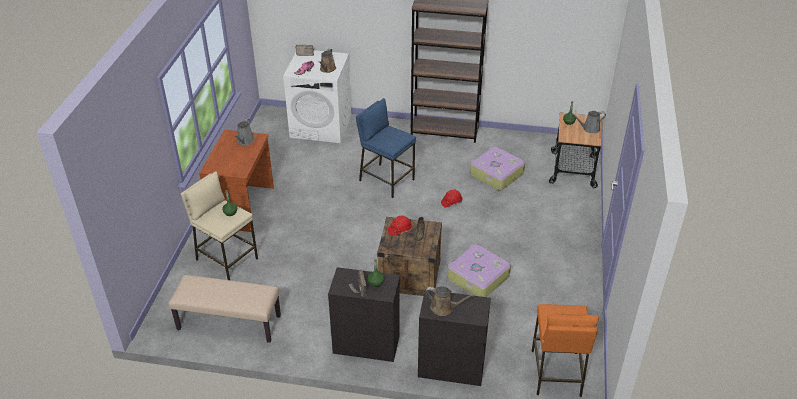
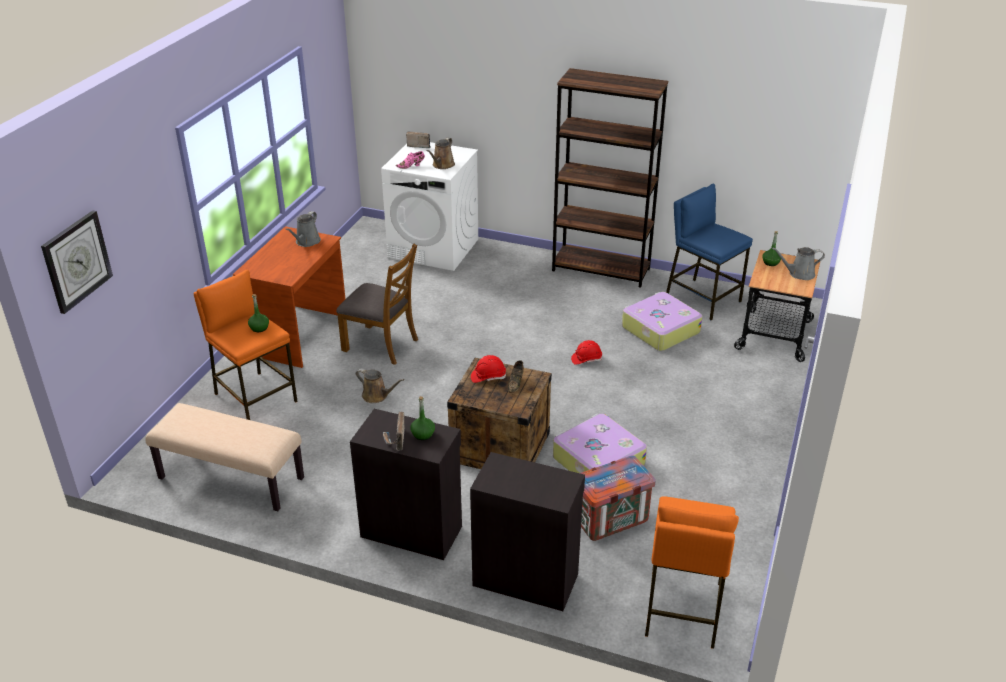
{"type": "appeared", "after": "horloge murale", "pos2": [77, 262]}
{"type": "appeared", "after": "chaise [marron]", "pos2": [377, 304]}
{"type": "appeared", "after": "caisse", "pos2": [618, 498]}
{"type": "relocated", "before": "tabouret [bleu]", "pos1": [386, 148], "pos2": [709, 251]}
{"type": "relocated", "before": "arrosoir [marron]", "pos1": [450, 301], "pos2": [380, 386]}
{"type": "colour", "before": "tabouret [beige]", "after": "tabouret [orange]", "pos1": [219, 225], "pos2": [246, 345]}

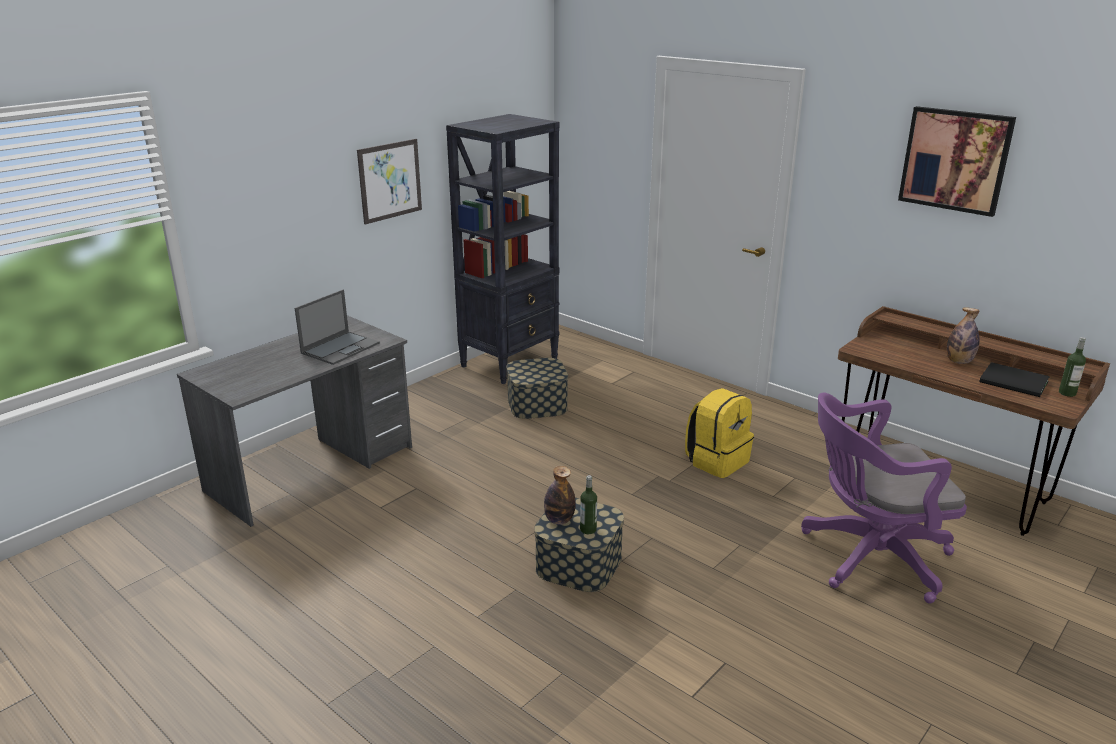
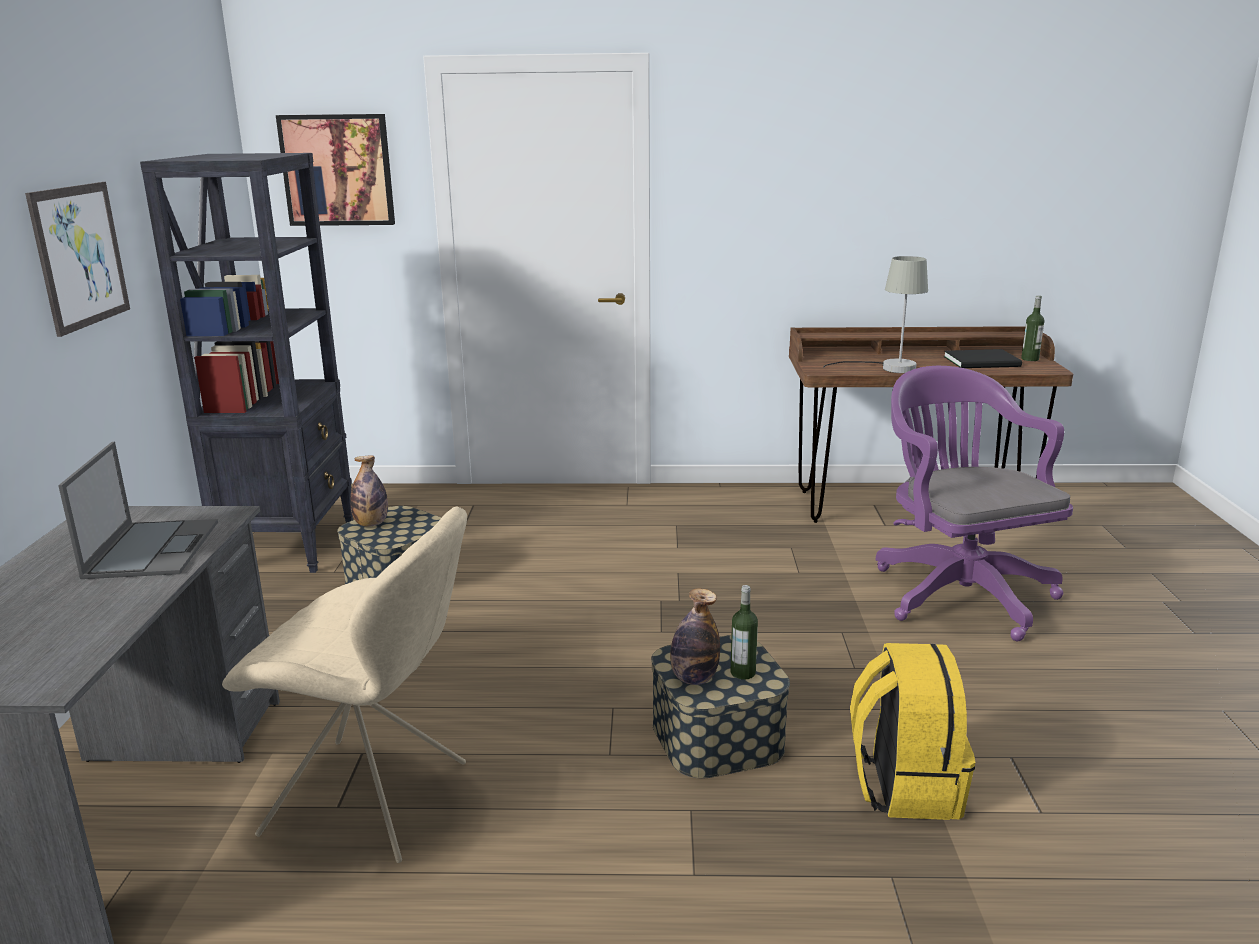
{"type": "appeared", "after": "chaise [beige]", "pos2": [344, 685]}
{"type": "appeared", "after": "lampe de table [gris]", "pos2": [875, 314]}
{"type": "relocated", "before": "sac à dos [jaune]", "pos1": [719, 433], "pos2": [912, 731]}
{"type": "relocated", "before": "tableau", "pos1": [957, 161], "pos2": [335, 170]}
{"type": "relocated", "before": "bouteille", "pos1": [963, 335], "pos2": [369, 491]}
{"type": "spun", "before": "chaise de bureau [violet]", "pos1": [884, 498], "pos2": [974, 503], "turn": 120}

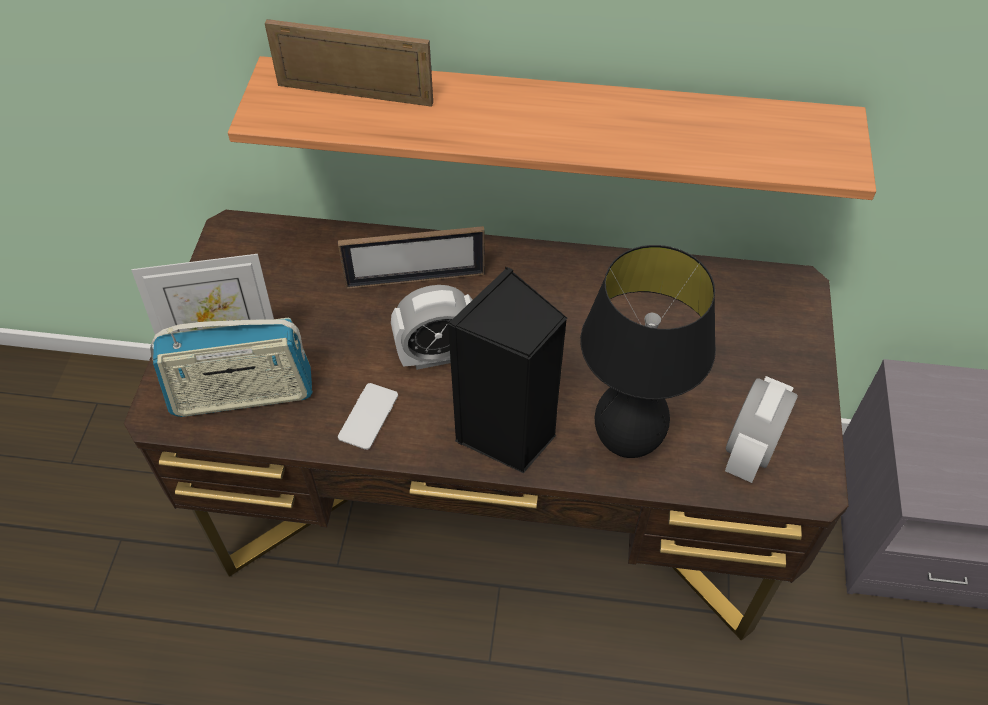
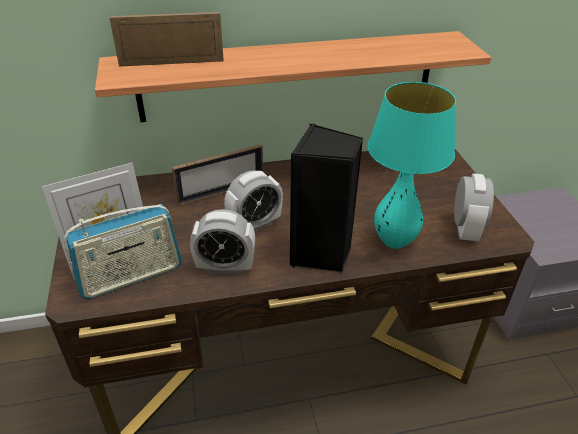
{"type": "exchanged", "before": "téléphone", "after": "réveil", "pos1": [368, 416], "pos2": [222, 241]}
{"type": "colour", "before": "lampe de table [noir]", "after": "lampe de table [turquoise]", "pos1": [648, 351], "pos2": [411, 165]}

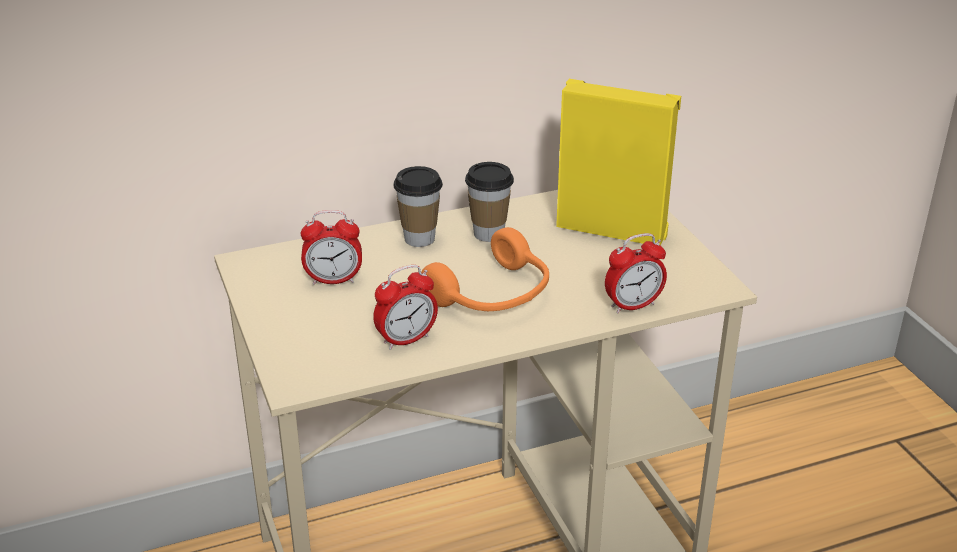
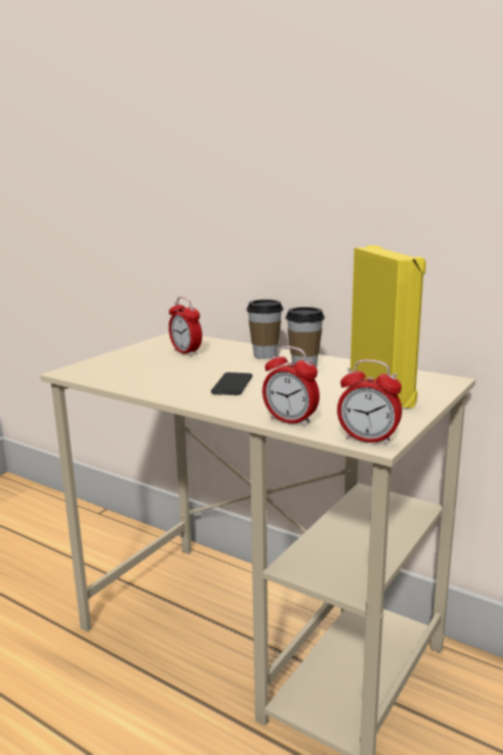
{"type": "relocated", "before": "réveil", "pos1": [405, 307], "pos2": [369, 402]}
{"type": "exchanged", "before": "casque audio [orange]", "after": "téléphone", "pos1": [485, 269], "pos2": [232, 383]}

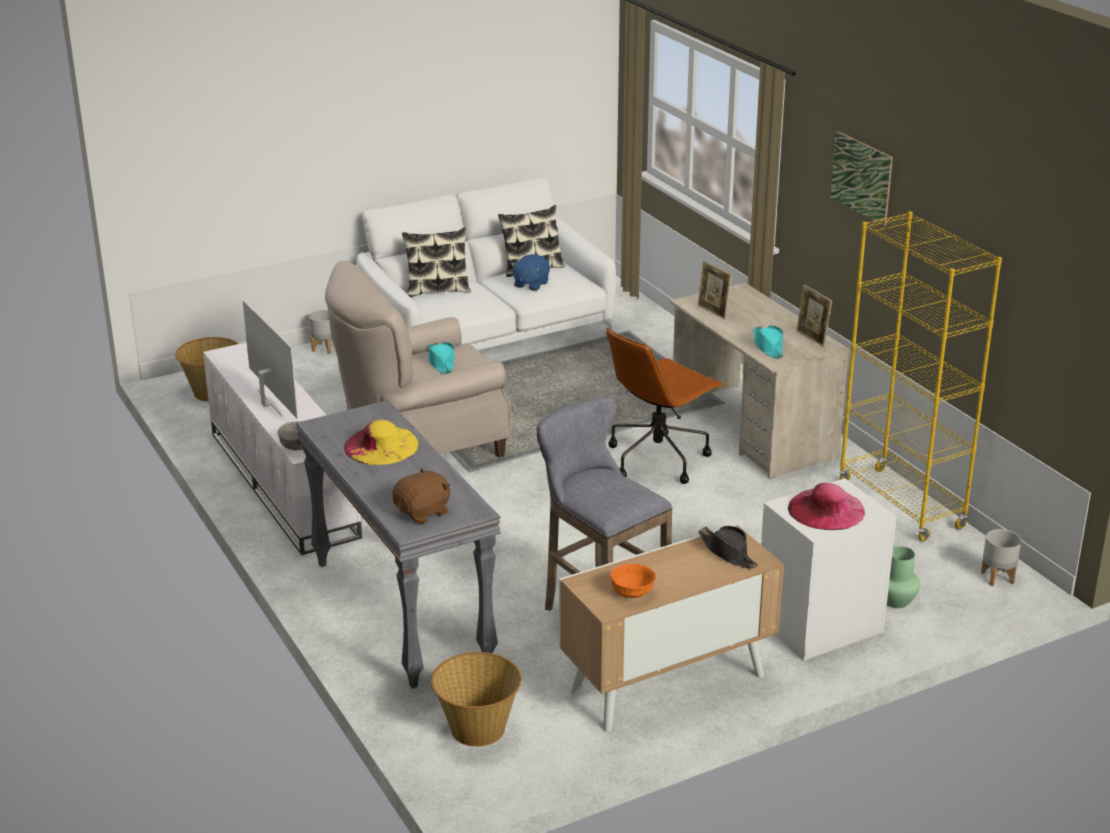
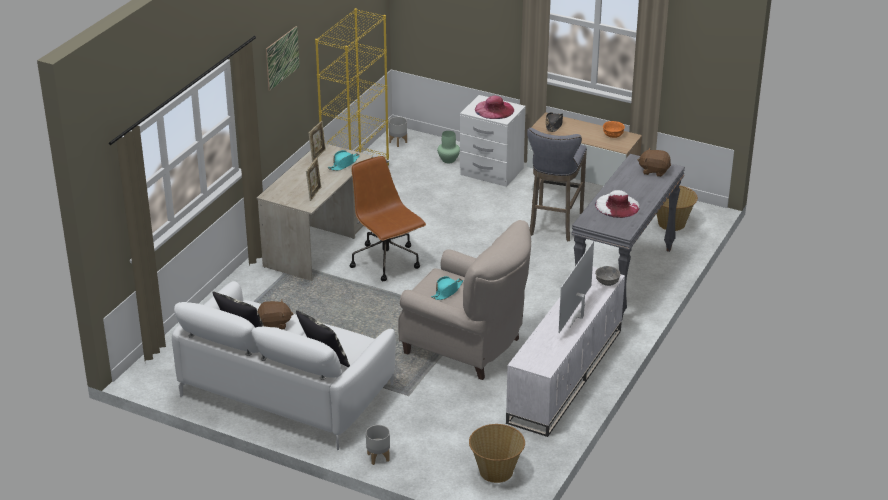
{"type": "colour", "before": "chapeau [jaune]", "after": "chapeau [blanc]", "pos1": [381, 442], "pos2": [617, 204]}
{"type": "colour", "before": "peluche [bleu]", "after": "peluche [marron]", "pos1": [530, 272], "pos2": [275, 314]}
{"type": "spun", "before": "chaise de bureau [marron]", "pos1": [665, 406], "pos2": [388, 218], "turn": -135}

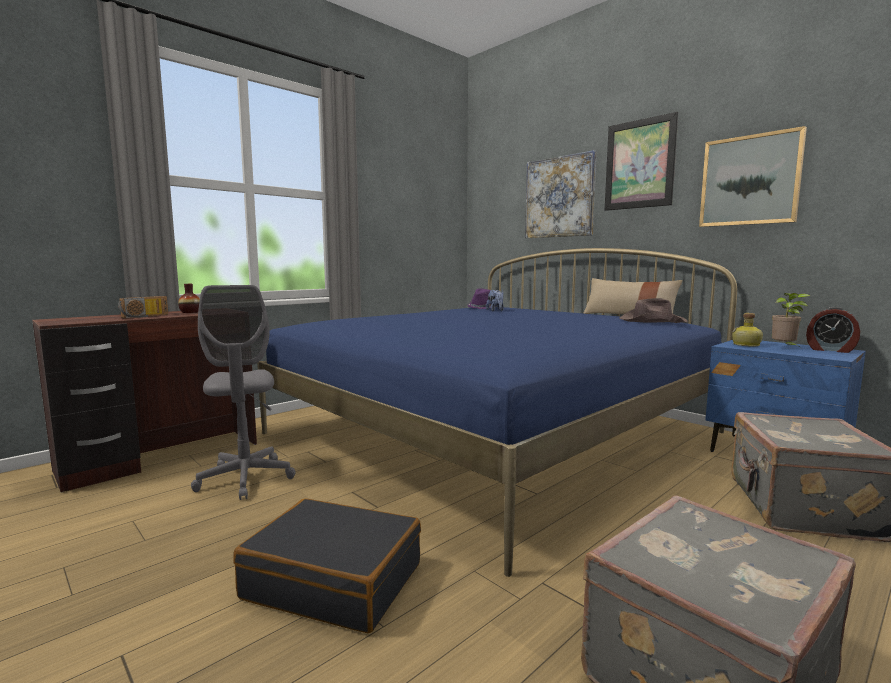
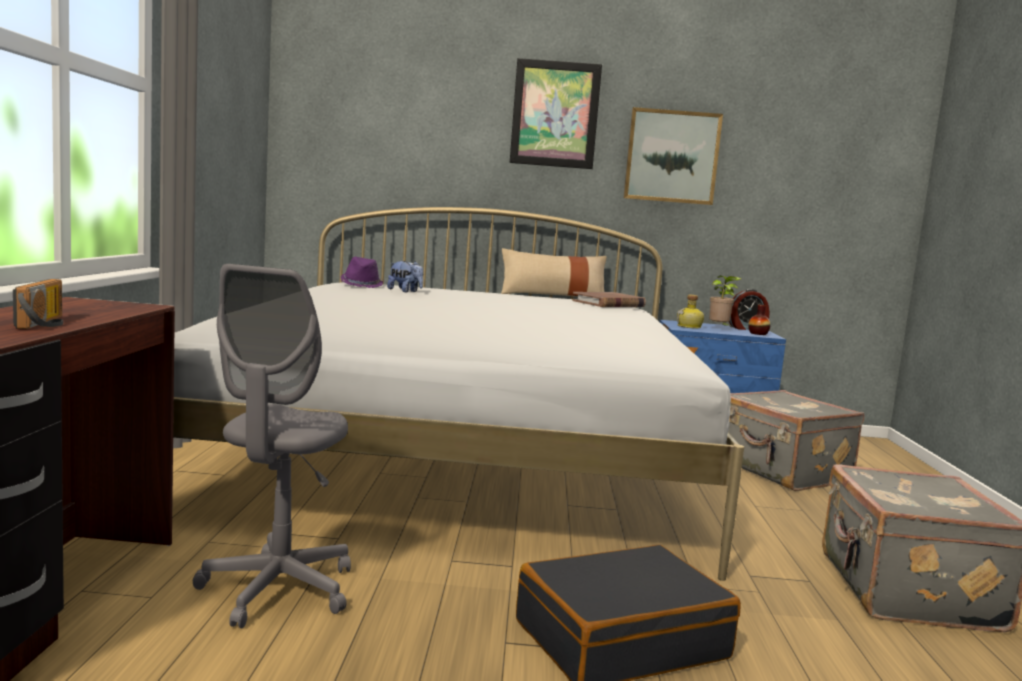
{"type": "missing", "before": "tableau", "pos1": [561, 194]}
{"type": "relocated", "before": "vase", "pos1": [189, 298], "pos2": [759, 320]}
{"type": "exchanged", "before": "chapeau [marron]", "after": "livre [marron]", "pos1": [653, 310], "pos2": [609, 299]}
{"type": "colour", "before": "lit [bleu]", "after": "lit [blanc]", "pos1": [497, 412], "pos2": [458, 394]}
{"type": "spun", "before": "chaise de bureau [gris]", "pos1": [243, 392], "pos2": [272, 446], "turn": 75}

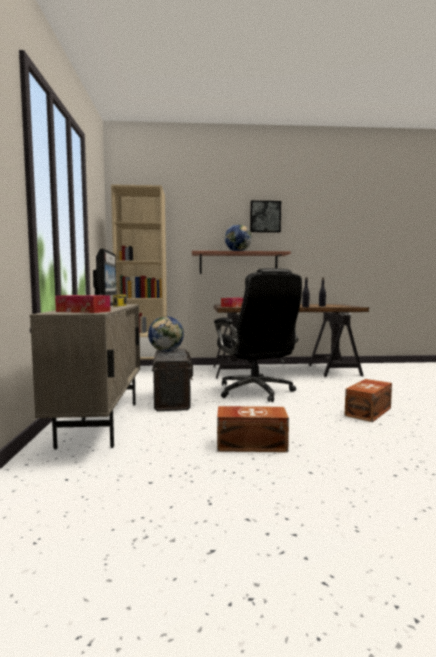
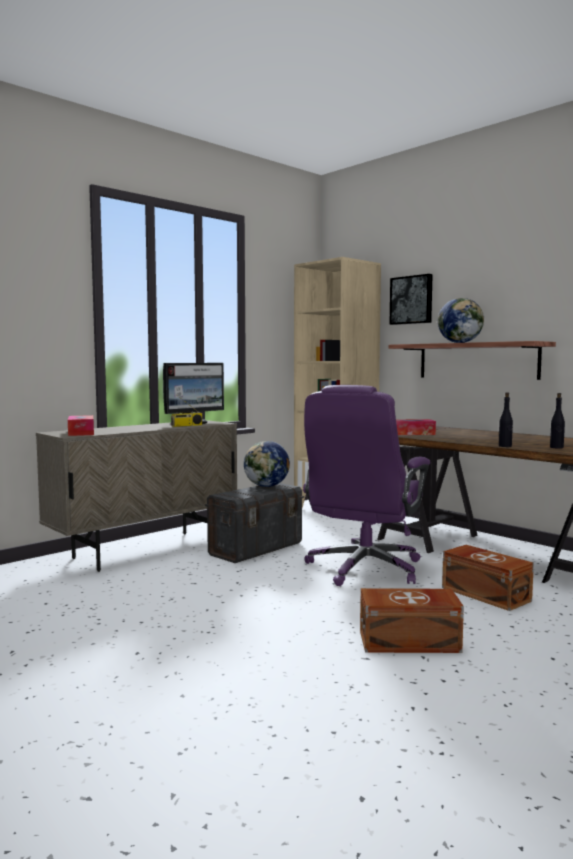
{"type": "relocated", "before": "boîte de rangement [marron]", "pos1": [253, 429], "pos2": [488, 578]}
{"type": "relocated", "before": "tableau", "pos1": [265, 217], "pos2": [411, 299]}
{"type": "colour", "before": "chaise de bureau [noir]", "after": "chaise de bureau [violet]", "pos1": [258, 335], "pos2": [366, 485]}

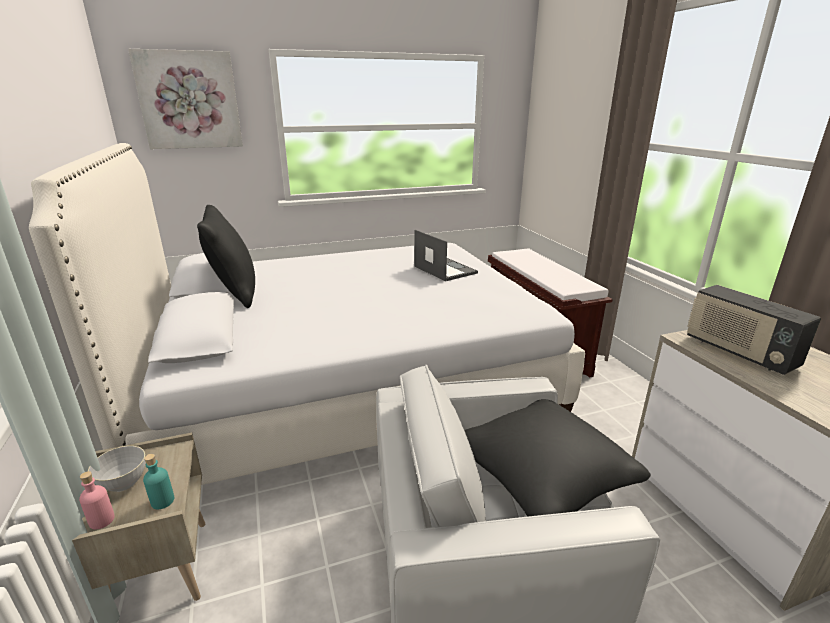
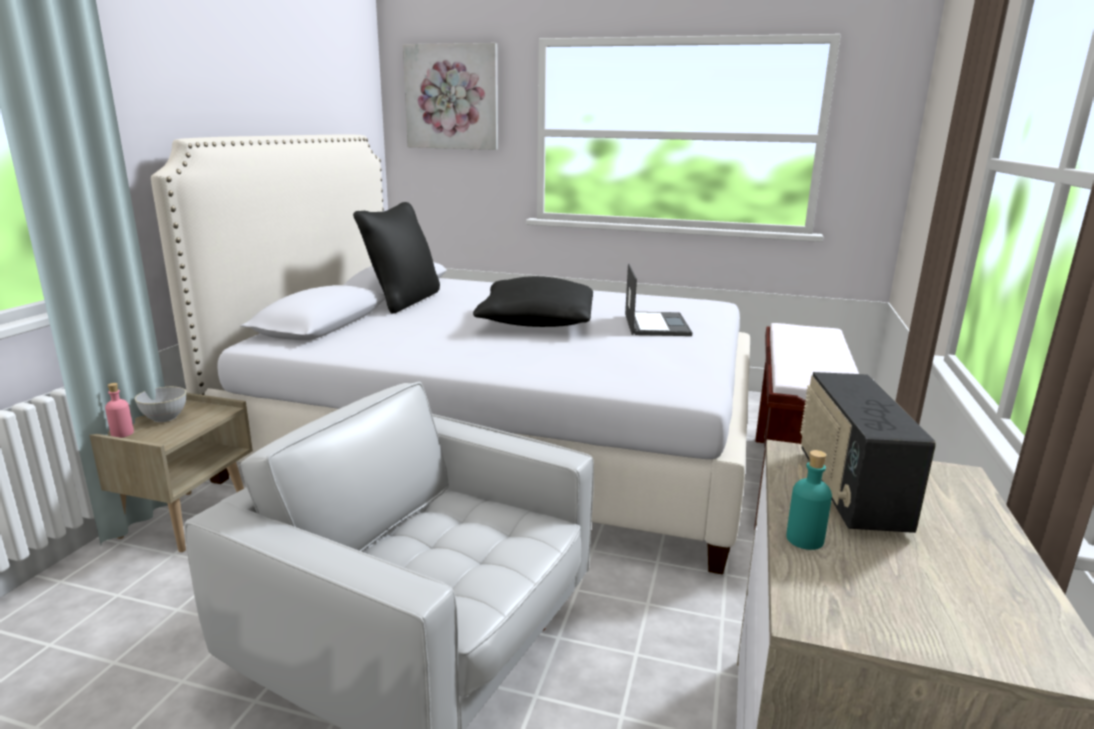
{"type": "relocated", "before": "bouteille [turquoise]", "pos1": [158, 482], "pos2": [809, 500]}
{"type": "relocated", "before": "coussin [noir]", "pos1": [557, 458], "pos2": [533, 301]}

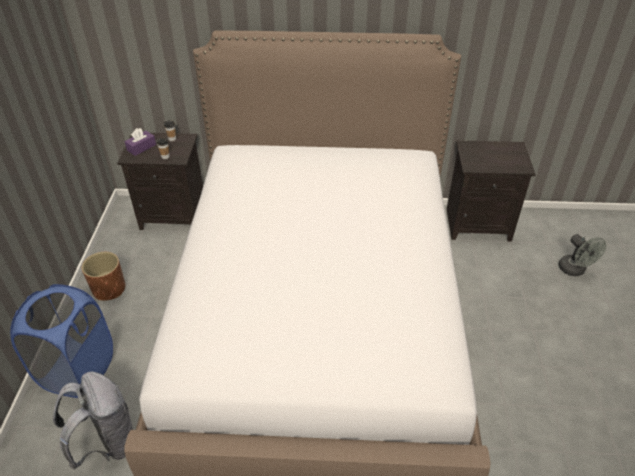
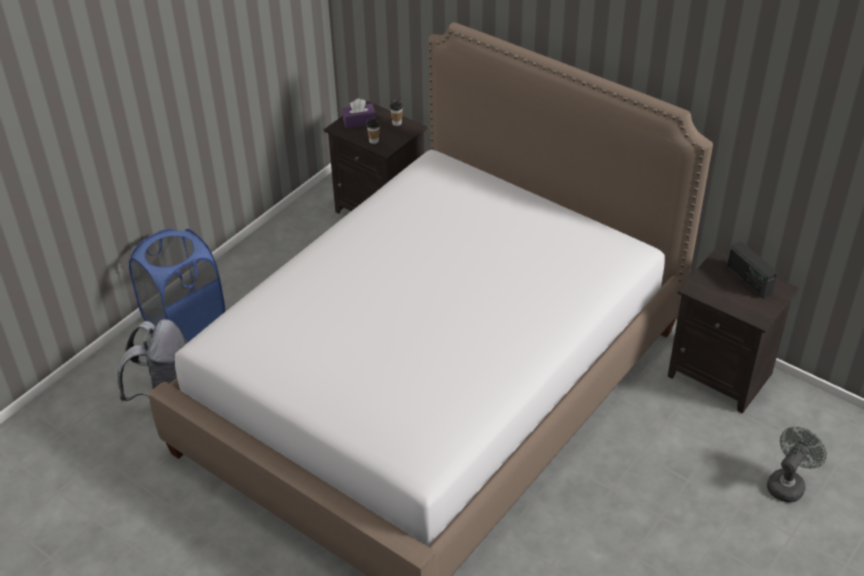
{"type": "missing", "before": "cache-pot [marron]", "pos1": [103, 276]}
{"type": "appeared", "after": "radio", "pos2": [752, 270]}
{"type": "spun", "before": "ventilateur [gris]", "pos1": [582, 255], "pos2": [797, 465], "turn": -150}

